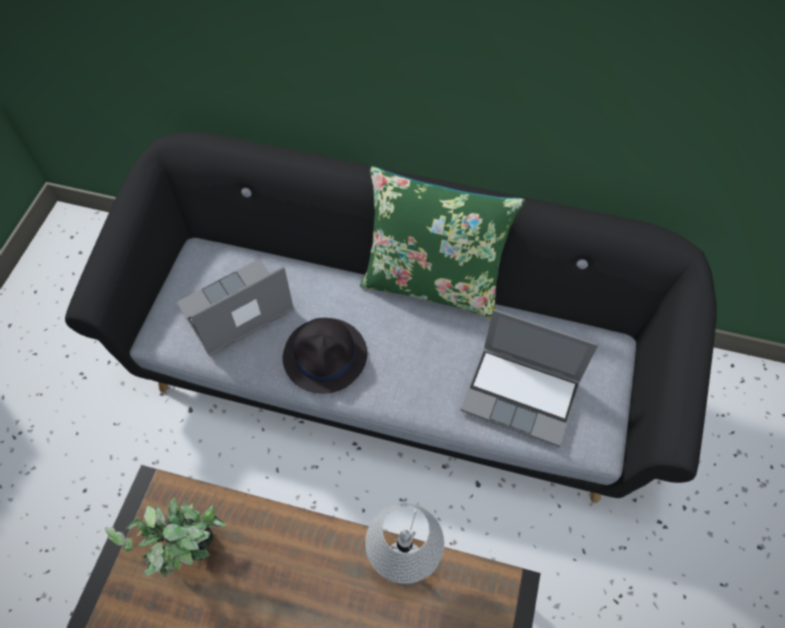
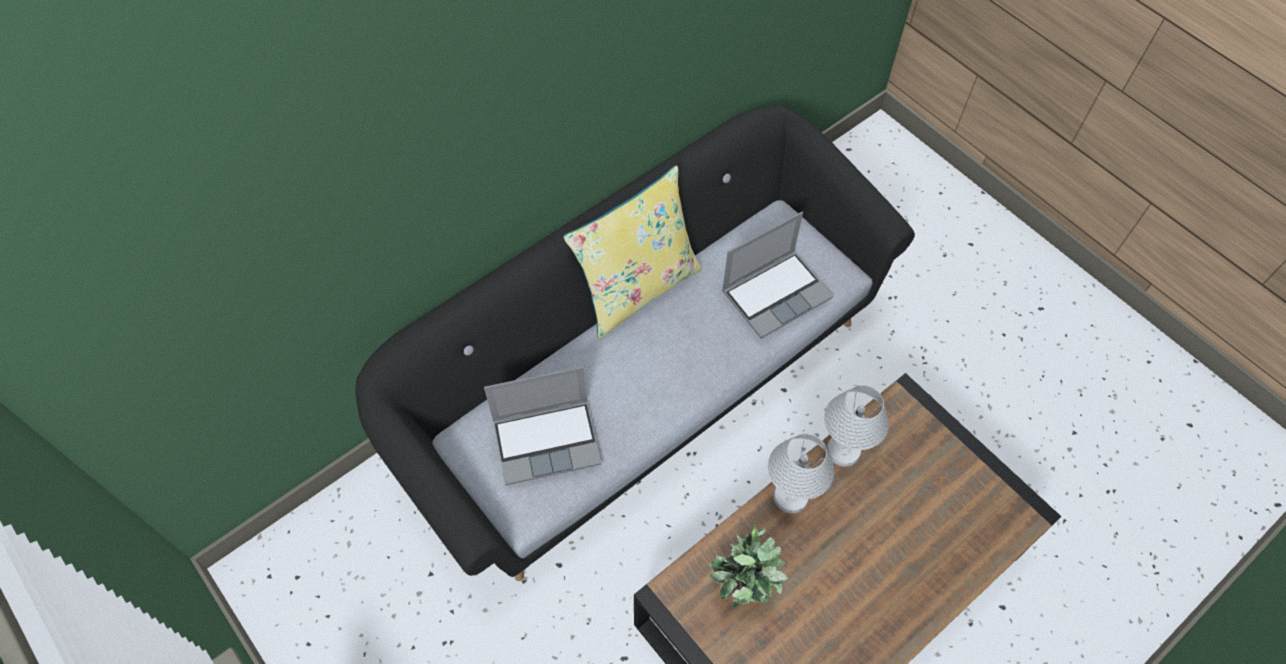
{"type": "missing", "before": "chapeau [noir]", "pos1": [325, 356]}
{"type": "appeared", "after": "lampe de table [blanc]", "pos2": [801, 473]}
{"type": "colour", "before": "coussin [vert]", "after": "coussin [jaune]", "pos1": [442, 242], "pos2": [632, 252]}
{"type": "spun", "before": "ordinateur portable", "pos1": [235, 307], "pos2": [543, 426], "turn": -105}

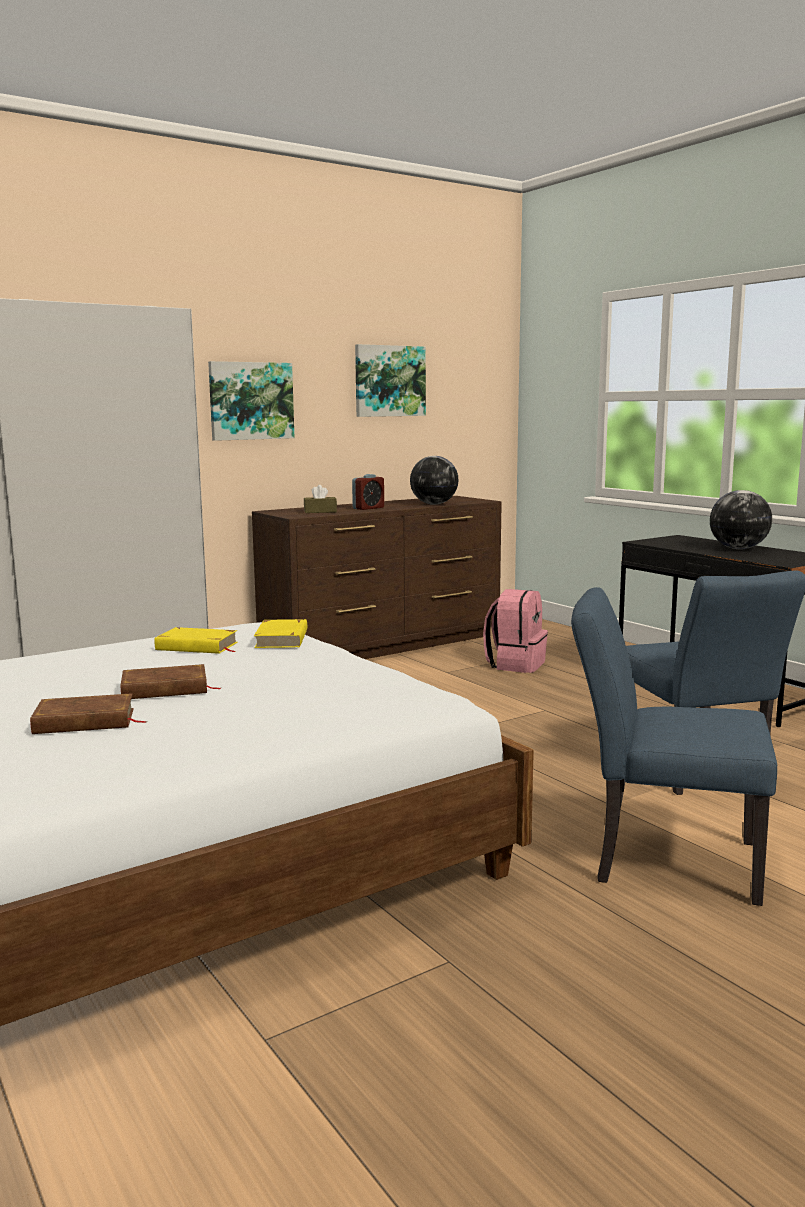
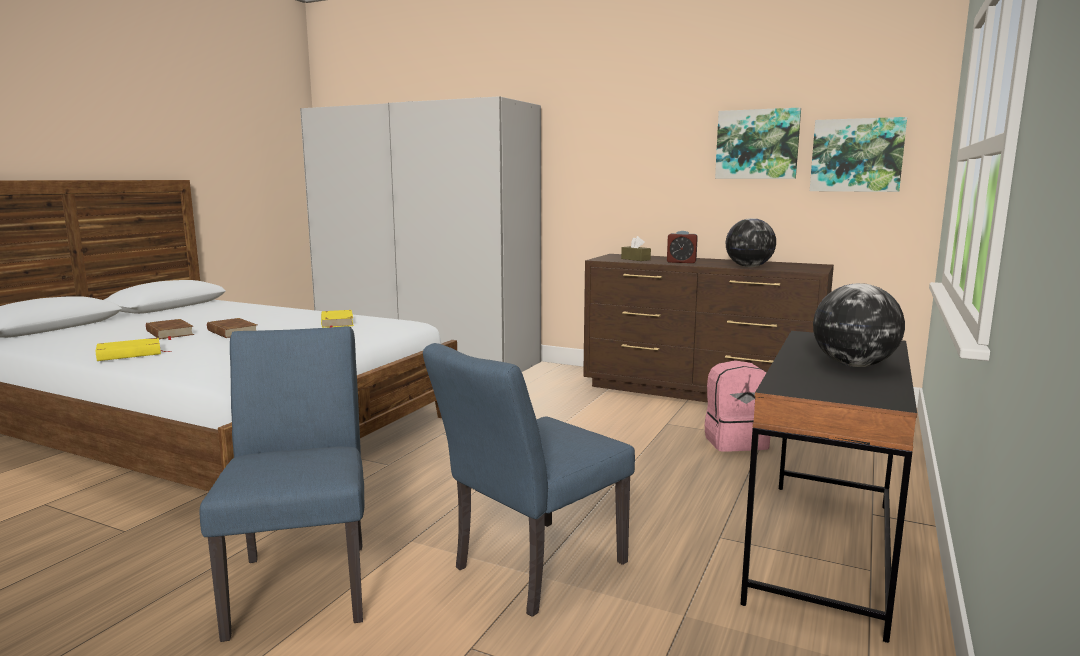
{"type": "relocated", "before": "tableau", "pos1": [251, 401], "pos2": [858, 154]}
{"type": "relocated", "before": "livre [jaune]", "pos1": [280, 633], "pos2": [133, 349]}

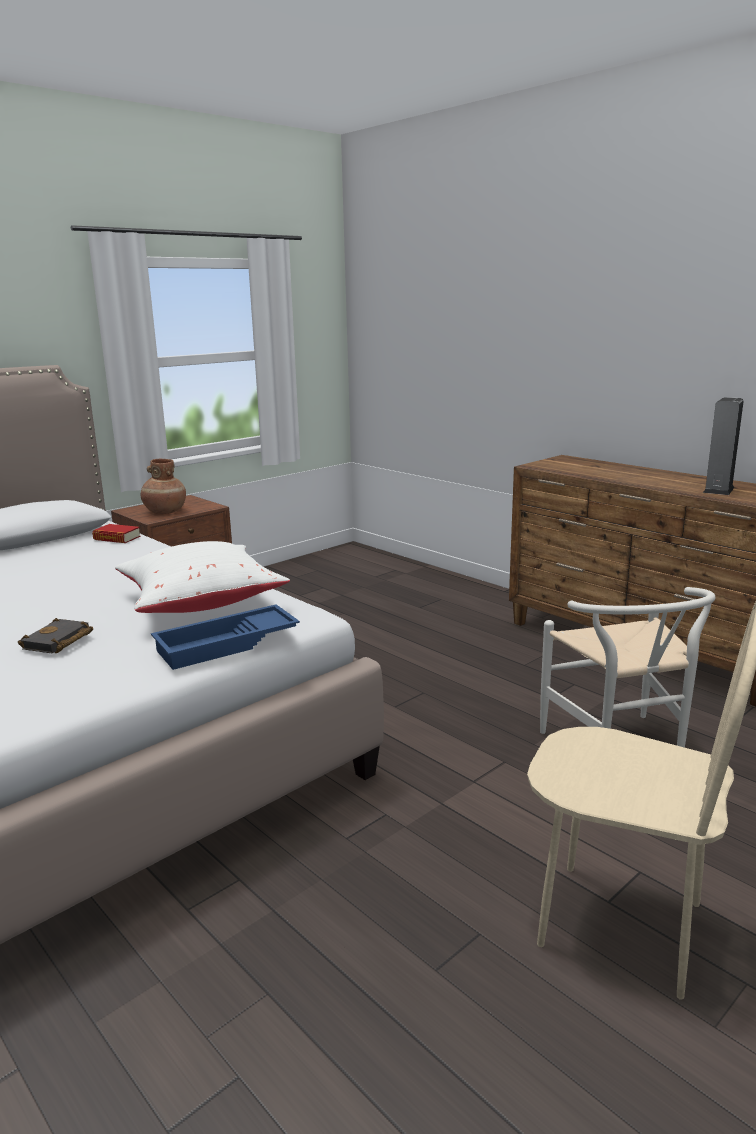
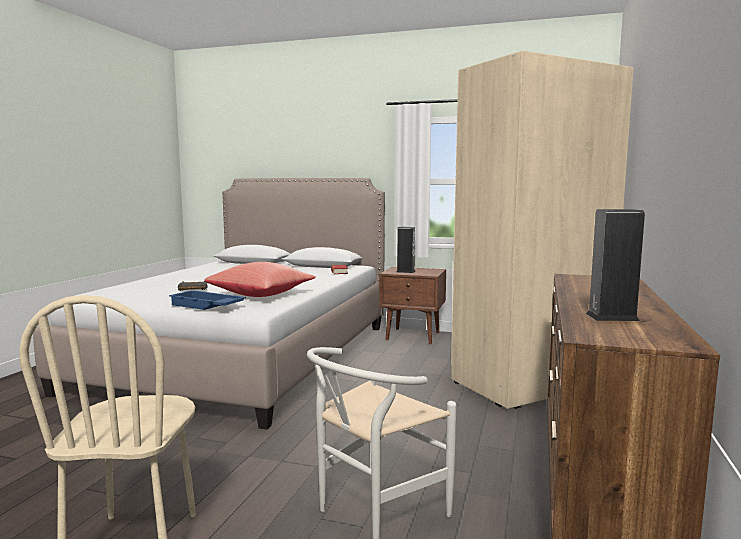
{"type": "appeared", "after": "armoire [beige]", "pos2": [542, 229]}
{"type": "exchanged", "before": "vase [marron]", "after": "enceinte", "pos1": [163, 486], "pos2": [405, 250]}
{"type": "colour", "before": "coussin [blanc]", "after": "coussin [rouge]", "pos1": [202, 577], "pos2": [260, 279]}

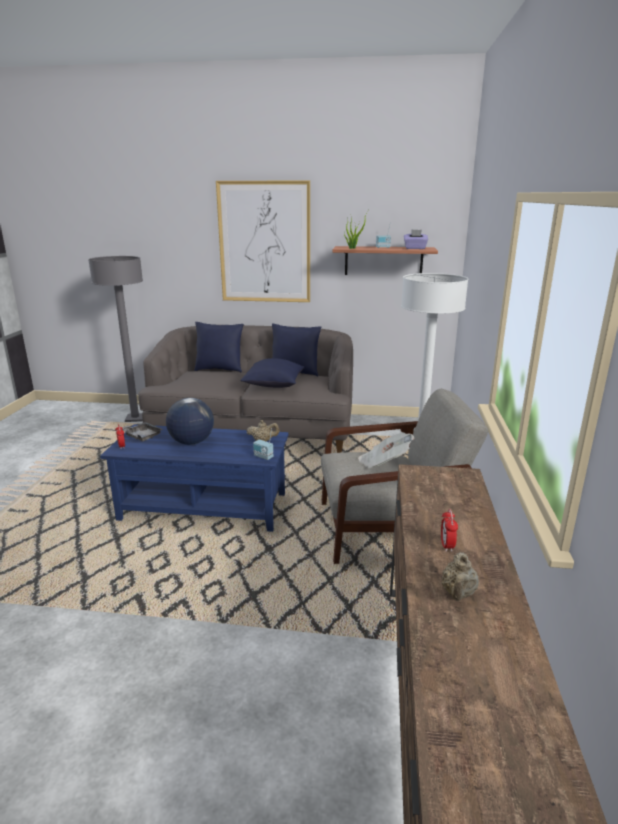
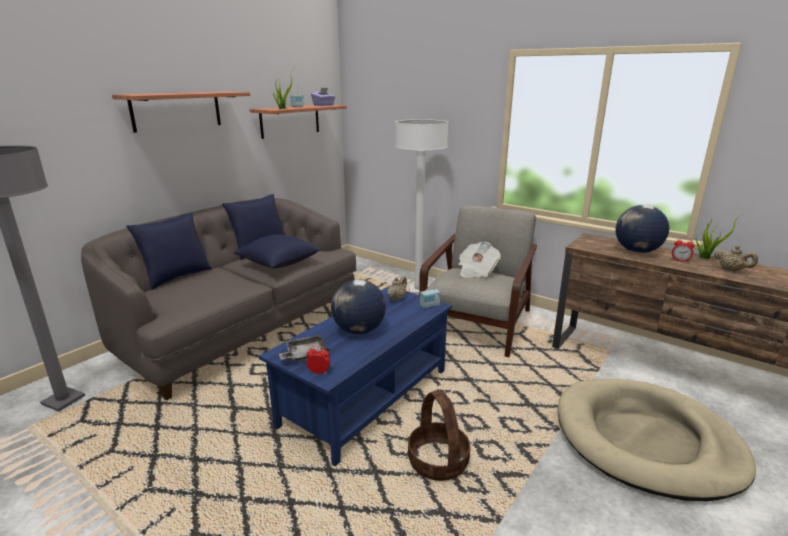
{"type": "appeared", "after": "panier", "pos2": [439, 435]}
{"type": "appeared", "after": "panier pour chien [beige]", "pos2": [657, 440]}
{"type": "appeared", "after": "globe", "pos2": [642, 229]}
{"type": "appeared", "after": "plante en pot", "pos2": [719, 236]}
{"type": "exchanged", "before": "tableau", "after": "étagère", "pos1": [263, 241], "pos2": [181, 112]}

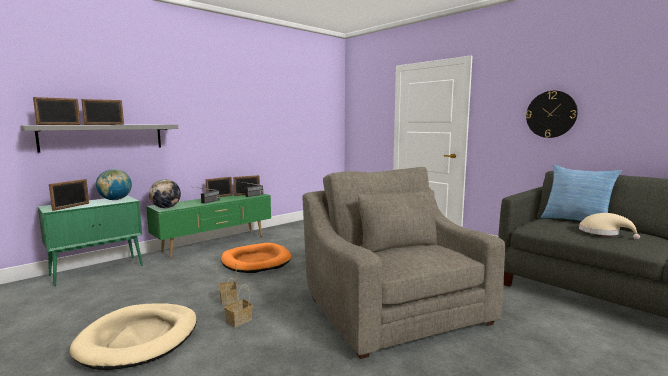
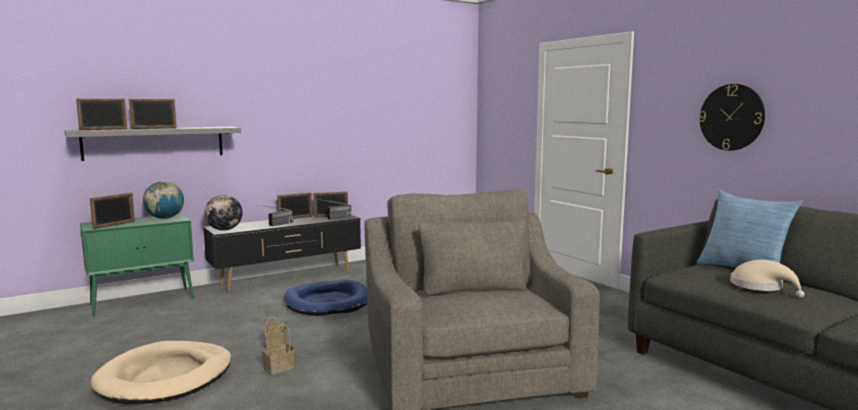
{"type": "colour", "before": "meuble télé [vert]", "after": "meuble télé [noir]", "pos1": [208, 225], "pos2": [282, 253]}
{"type": "colour", "before": "panier pour chien [orange]", "after": "panier pour chien [bleu]", "pos1": [256, 258], "pos2": [325, 297]}

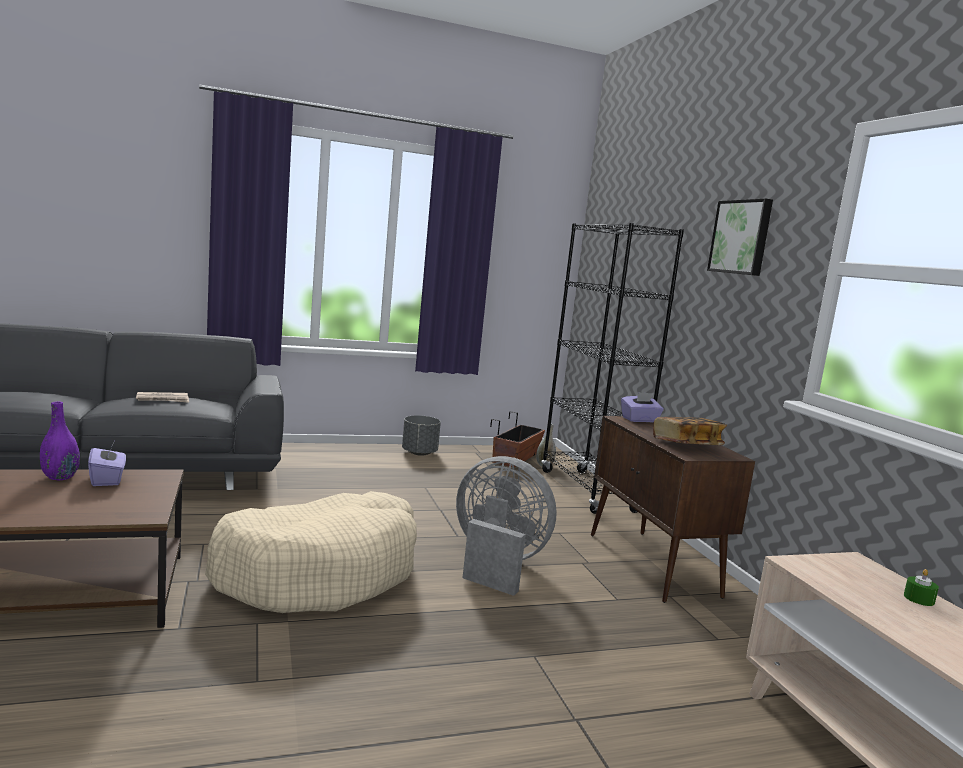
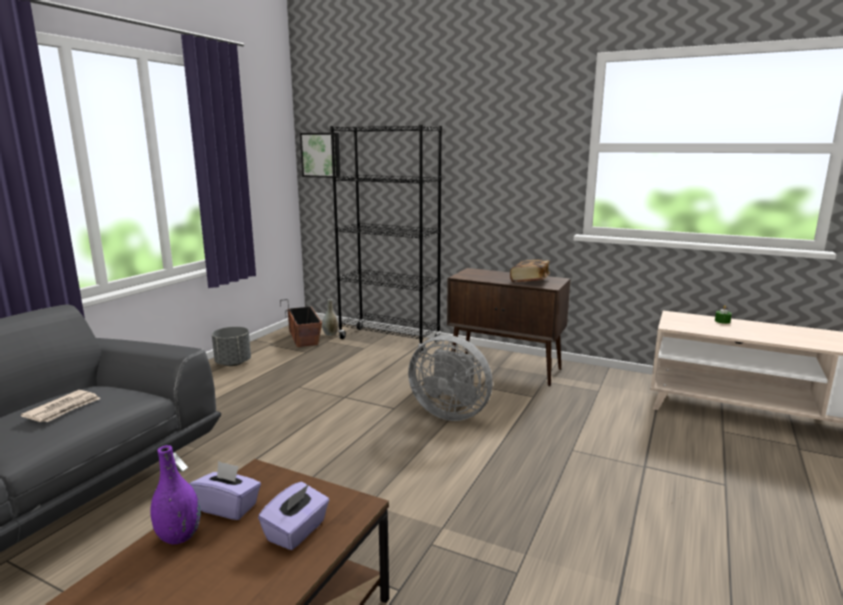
{"type": "missing", "before": "panier pour chien [beige]", "pos1": [311, 552]}
{"type": "relocated", "before": "boîte à mouchoirs [violet]", "pos1": [642, 407], "pos2": [293, 516]}
{"type": "relocated", "before": "tableau", "pos1": [740, 237], "pos2": [320, 155]}
{"type": "spun", "before": "ventilateur [gris]", "pos1": [506, 526], "pos2": [450, 378], "turn": -135}

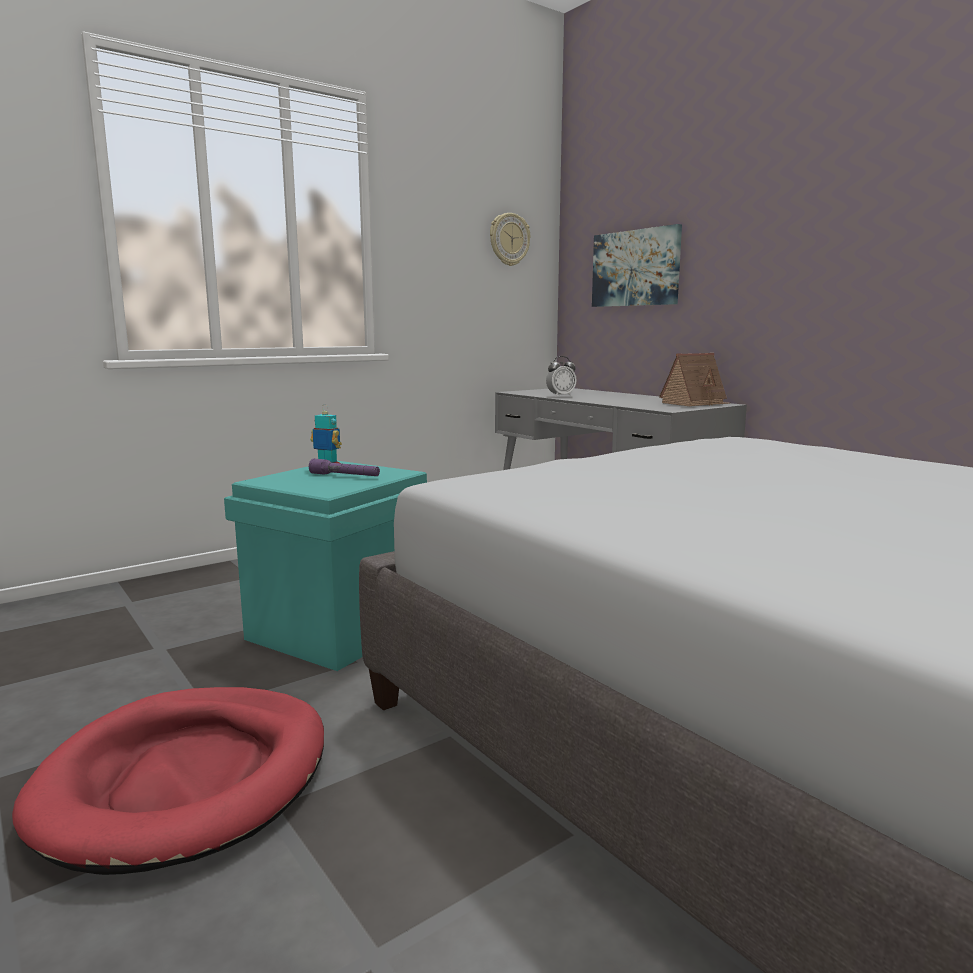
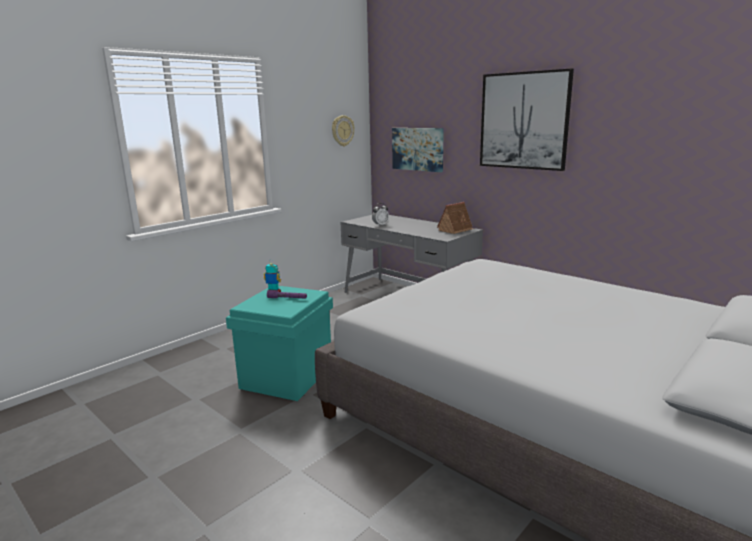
{"type": "missing", "before": "panier pour chien [rouge]", "pos1": [168, 781]}
{"type": "appeared", "after": "tableau", "pos2": [527, 119]}

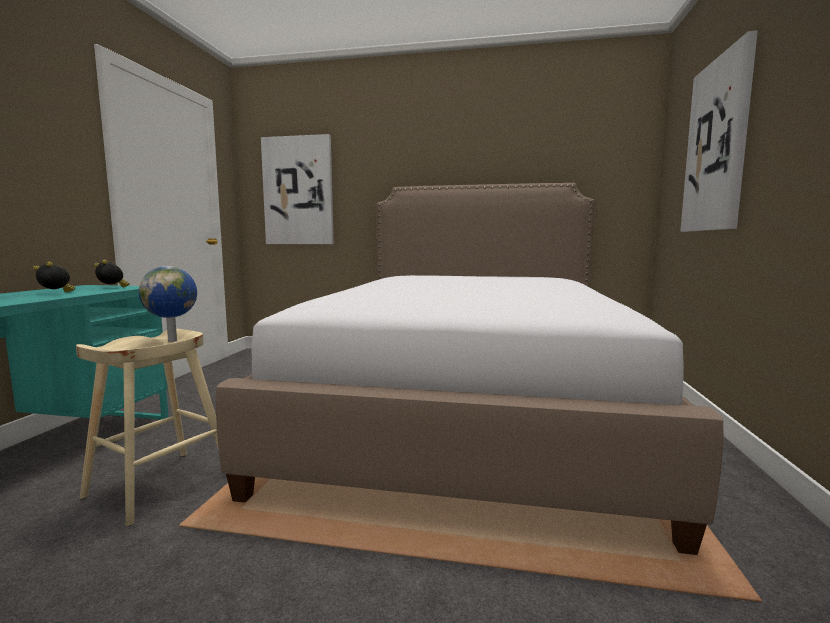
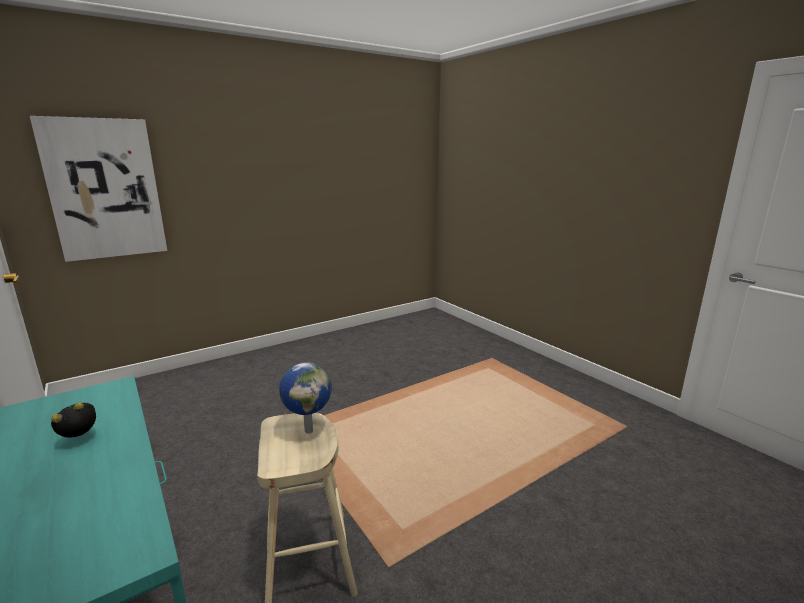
{"type": "missing", "before": "réveil", "pos1": [112, 273]}
{"type": "missing", "before": "lit", "pos1": [469, 369]}
{"type": "missing", "before": "tableau", "pos1": [719, 131]}

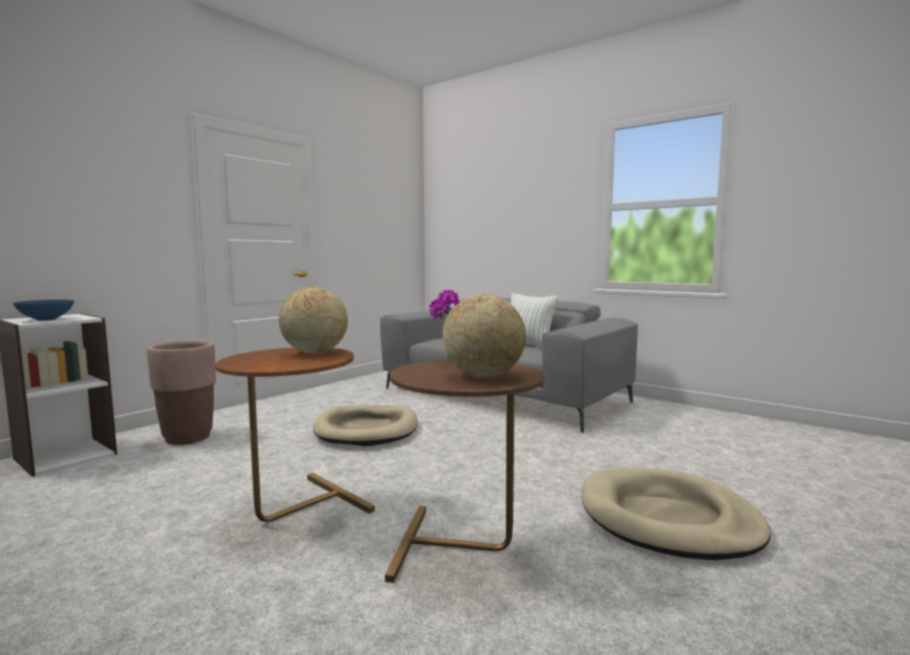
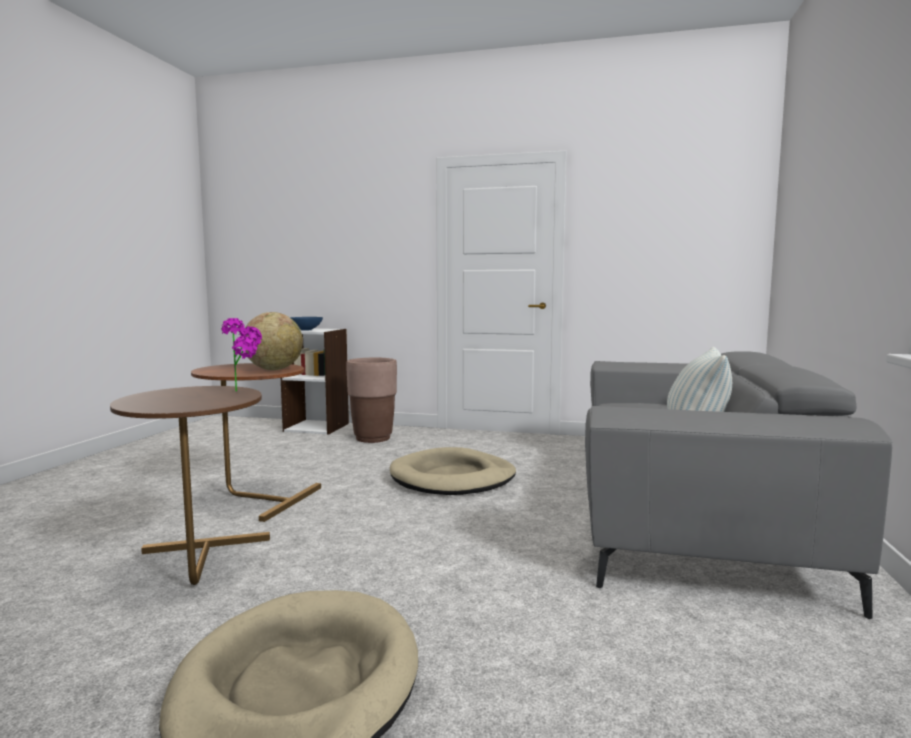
{"type": "missing", "before": "globe", "pos1": [484, 336]}

